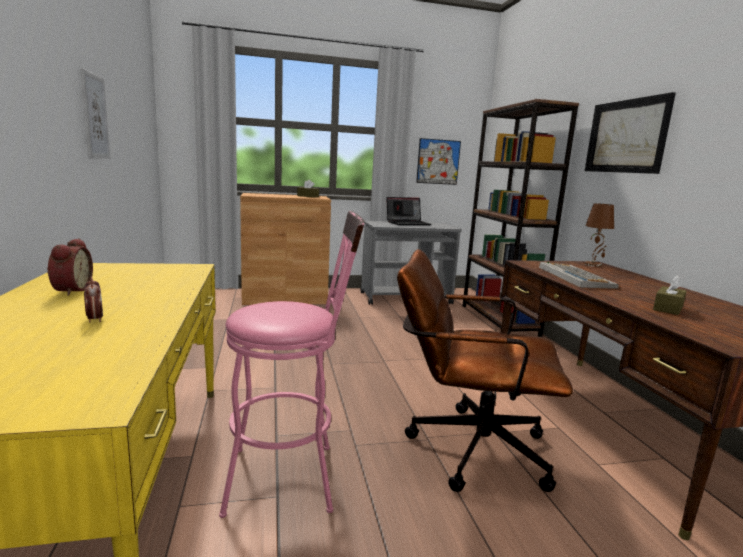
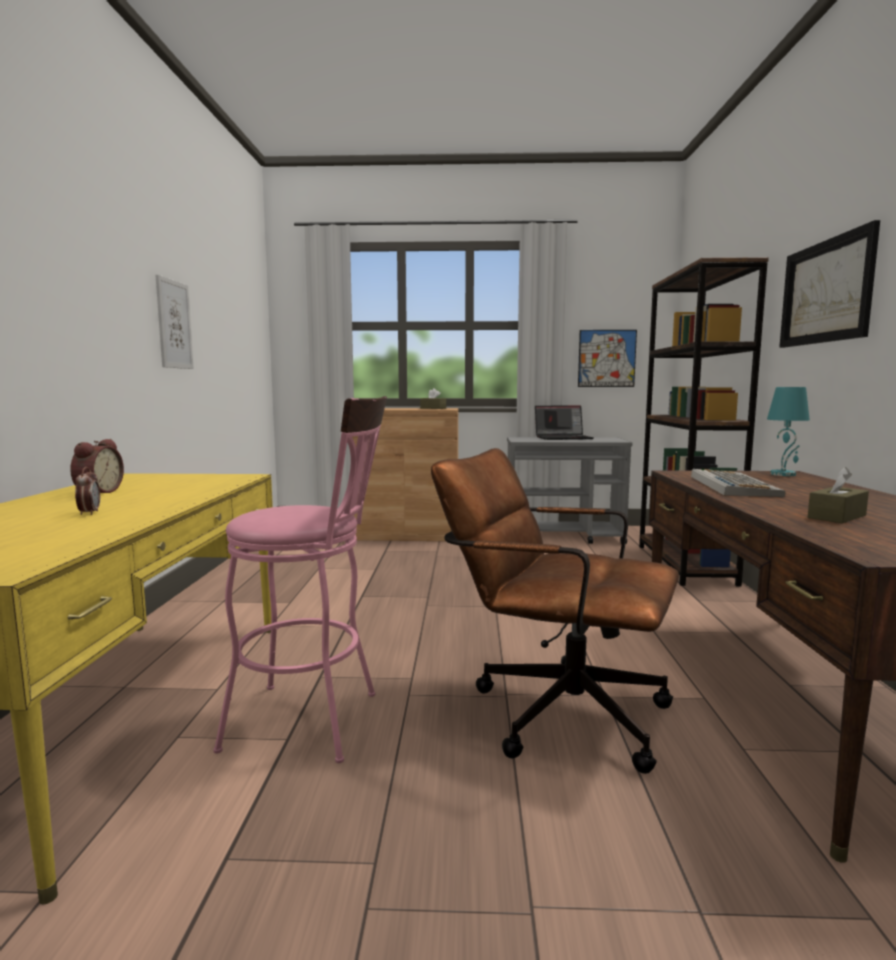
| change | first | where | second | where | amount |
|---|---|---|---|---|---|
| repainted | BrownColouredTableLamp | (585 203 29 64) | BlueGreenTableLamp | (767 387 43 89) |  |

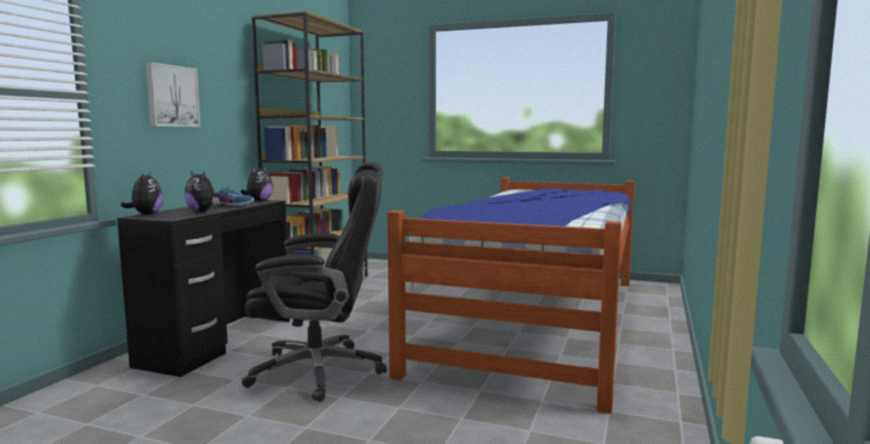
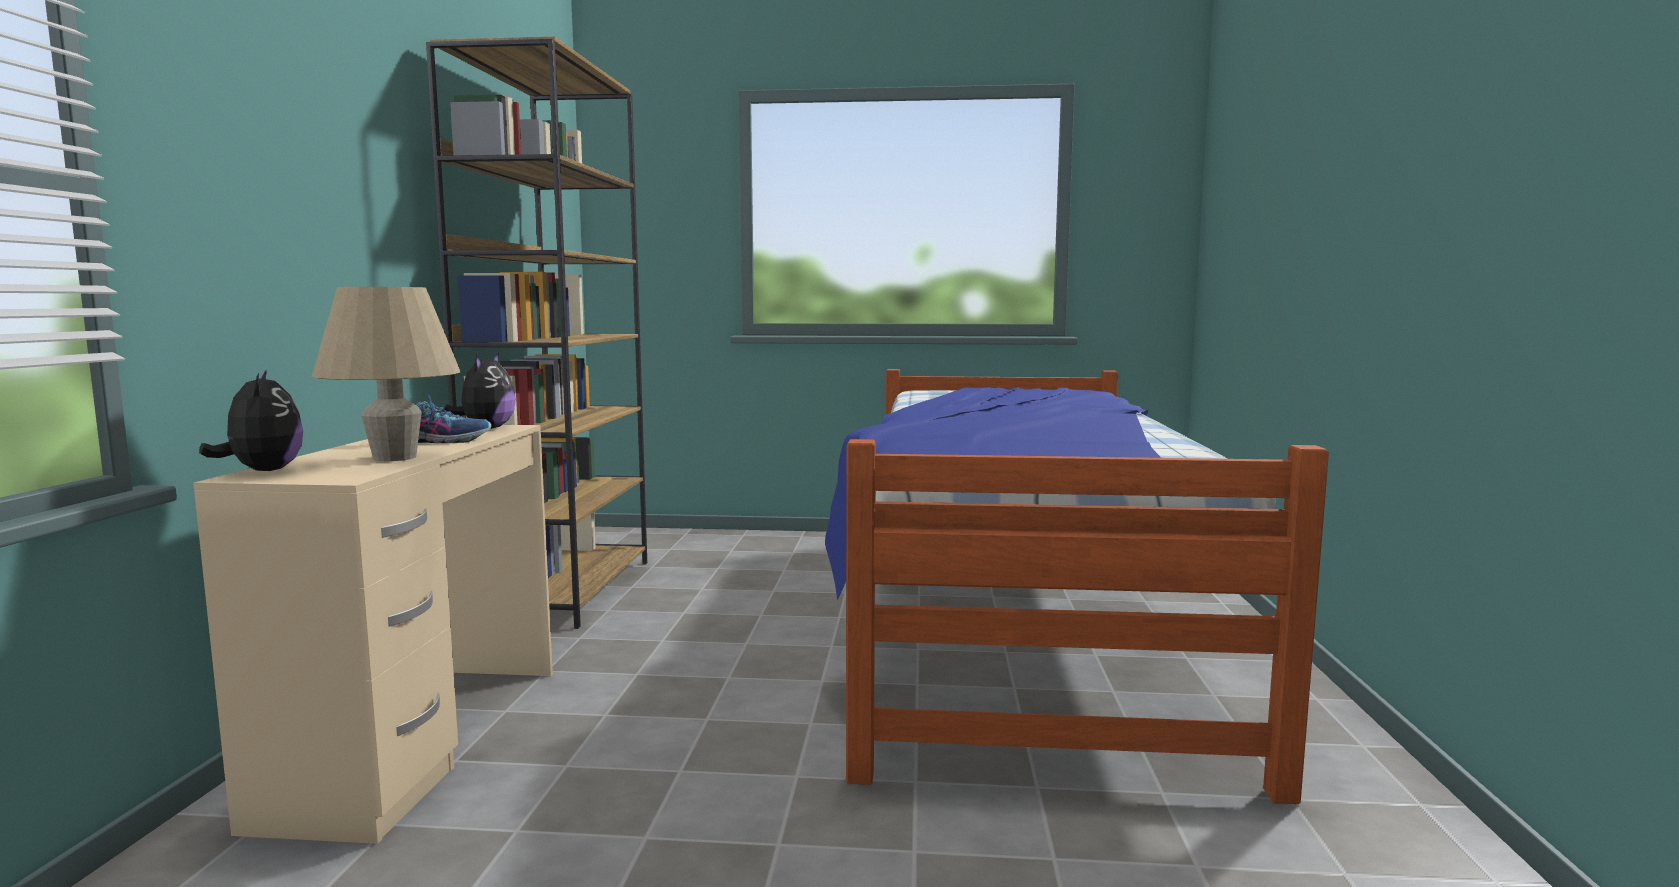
| change | first | where | second | where | amount |
|---|---|---|---|---|---|
| repainted | BlackColouredDeskTable | (117 200 173 177) | BeigeDeskTable | (193 425 360 419) |  |
| swapped | CuddlyToy | (184 171 35 41) | BeigeTableLamp | (312 287 149 174) |  |
| gone | Picture | (145 62 55 65) |  |  |  |
| gone | BlackColouredOfficeChair | (242 161 145 241) |  |  |  |

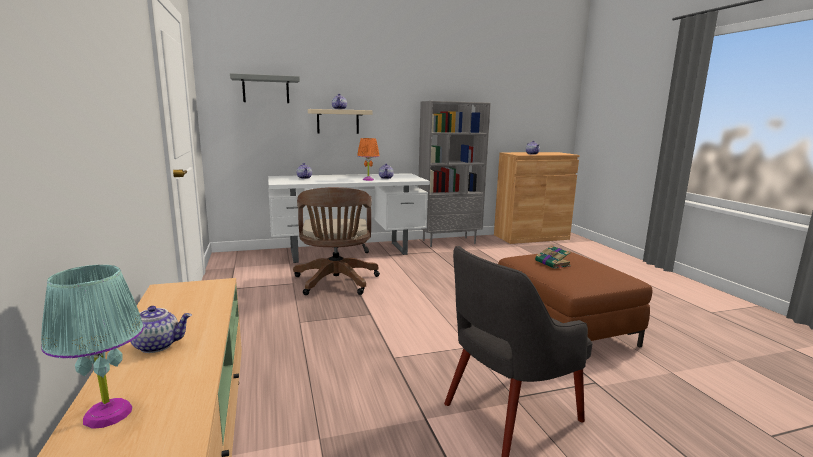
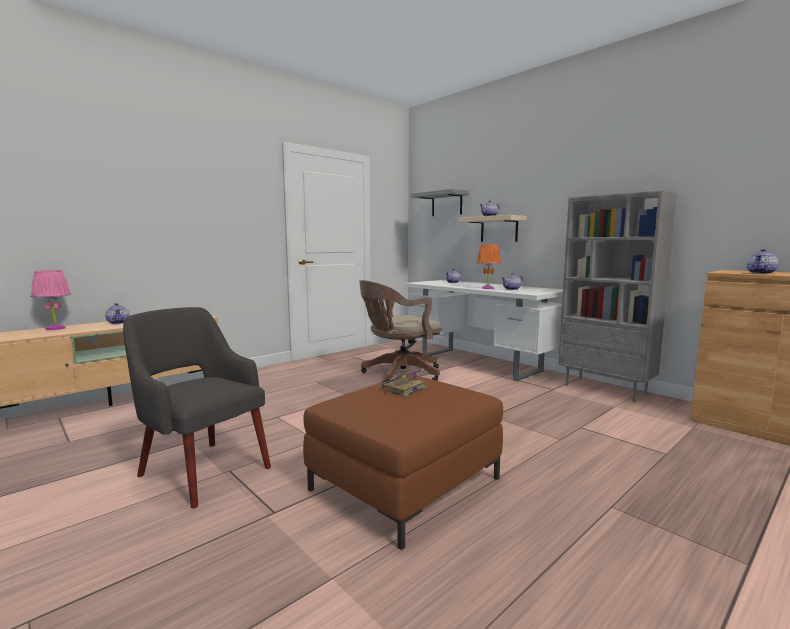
| change | first | where | second | where | amount |
|---|---|---|---|---|---|
| repainted | BlueGreenTableLamp | (41 265 103 164) | PinkishTableLamp | (31 270 40 60) |  |

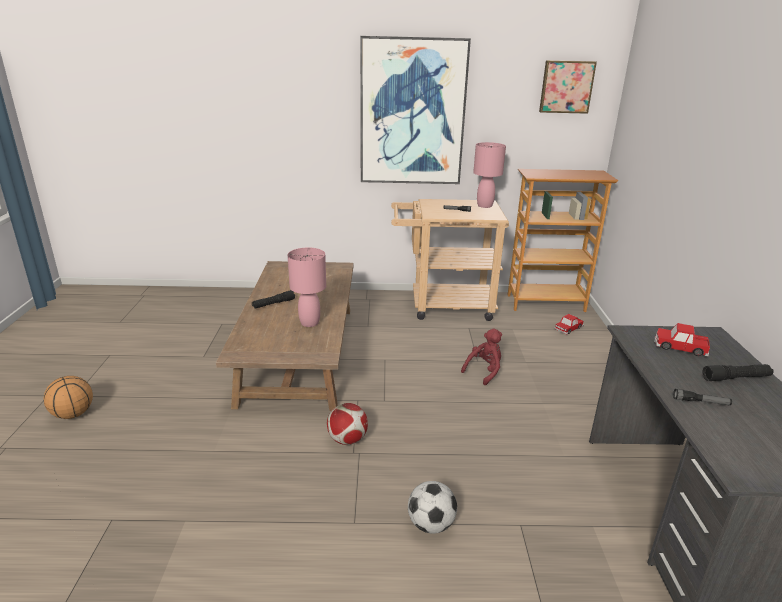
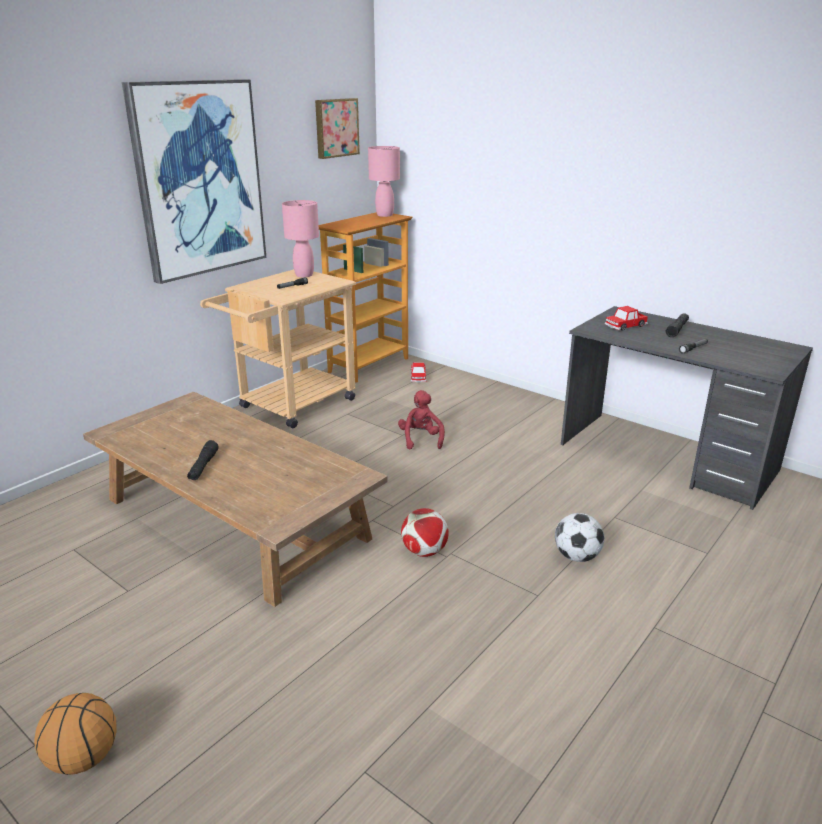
| change | first | where | second | where | amount |
|---|---|---|---|---|---|
| shifted | PinkishTableLamp | (288 248 38 79) |  | (368 146 32 71) |  |

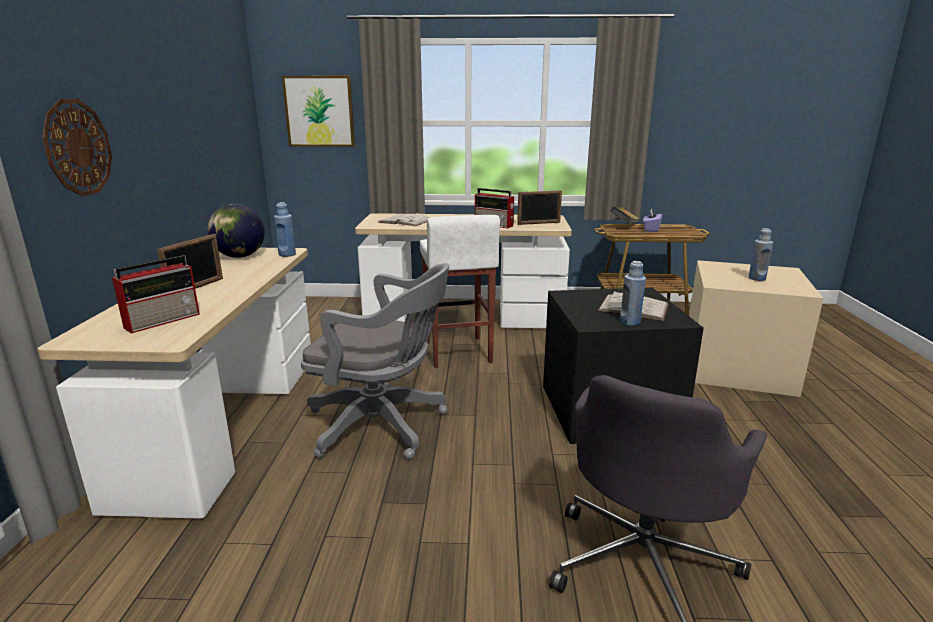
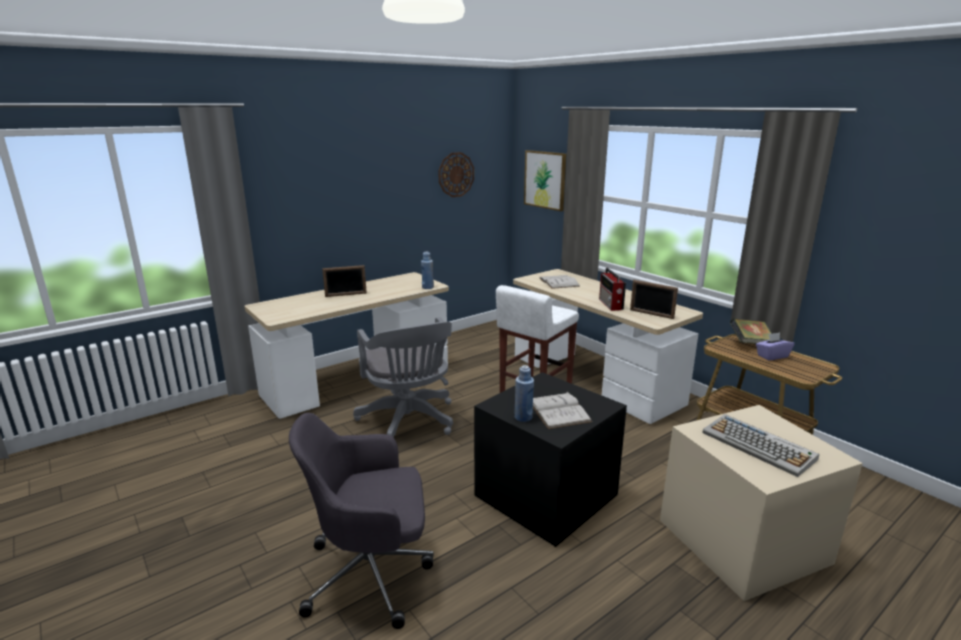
| change | first | where | second | where | amount |
|---|---|---|---|---|---|
| shifted | ClockOnTheWall | (42 99 70 97) |  | (438 152 36 45) |  |
| swapped | BluishDrinkBottle | (748 228 25 53) | PcKeyboard | (702 414 117 63) |  |
| gone | Radio | (112 255 88 78) |  |  |  |
| gone | DeskGlobe | (207 204 58 54) |  |  |  |

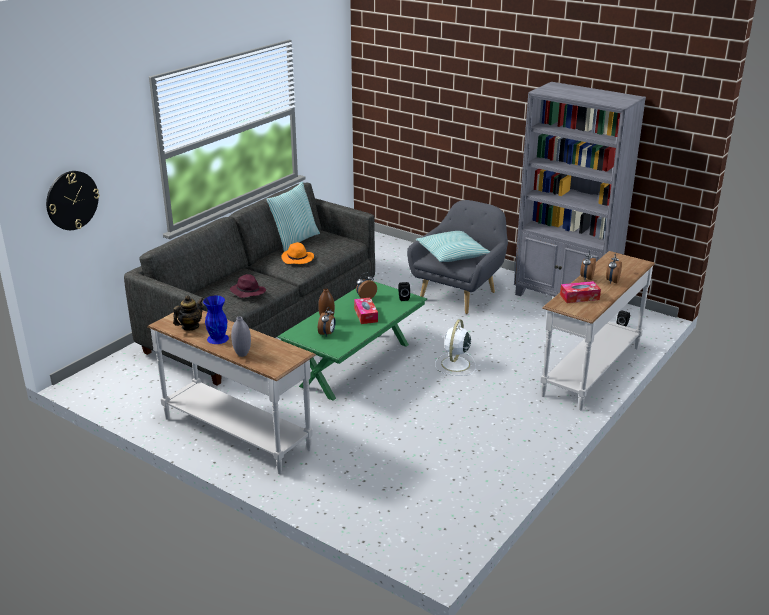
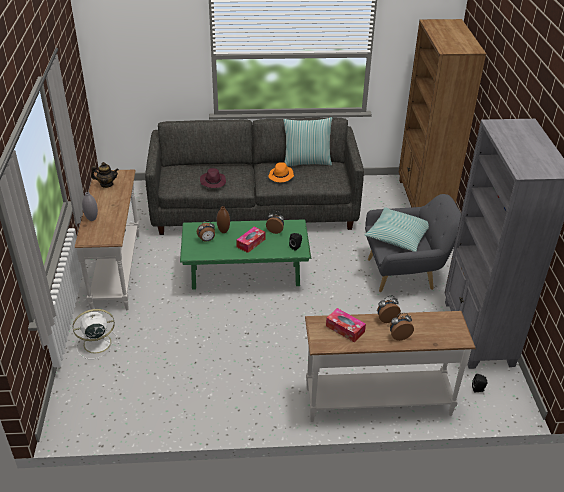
| change | first | where | second | where | amount |
|---|---|---|---|---|---|
| shifted | WhiteColouredFan | (435 319 41 57) |  | (73 309 47 50) |  |
| new |  |  | BrownColouredBookshelf | (399 19 87 188) |  |
| gone | ClockOnTheWall | (46 171 53 59) |  |  |  |
| gone | BluishVase | (203 296 26 48) |  |  |  |

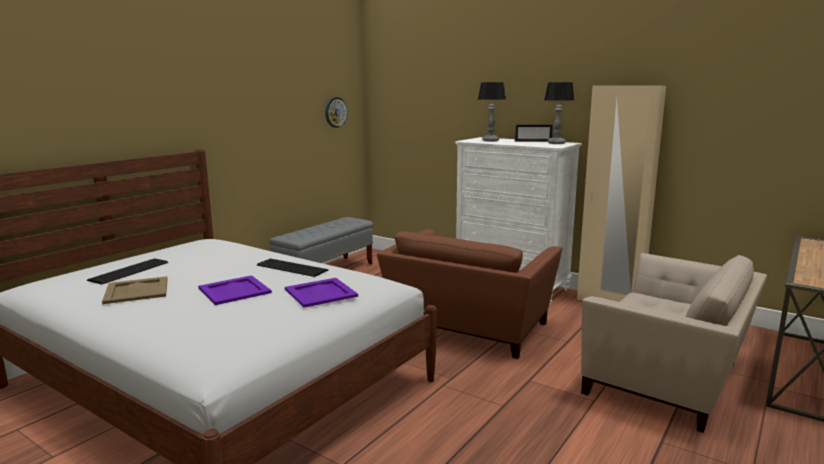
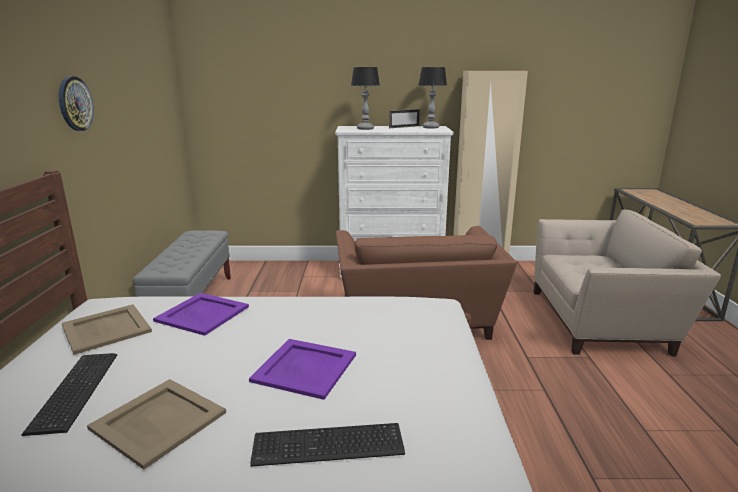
| change | first | where | second | where | amount |
|---|---|---|---|---|---|
| shifted | ClockOnTheWall | (325 97 22 31) |  | (59 76 35 55) |  |
| new |  |  | BeigeServingTray | (62 304 90 51) |  |
| shifted | PurpleServingTray | (285 278 73 30) |  | (153 293 96 43) |  |
| shifted | PcKeyboard | (257 259 72 18) |  | (250 423 155 44) |  |

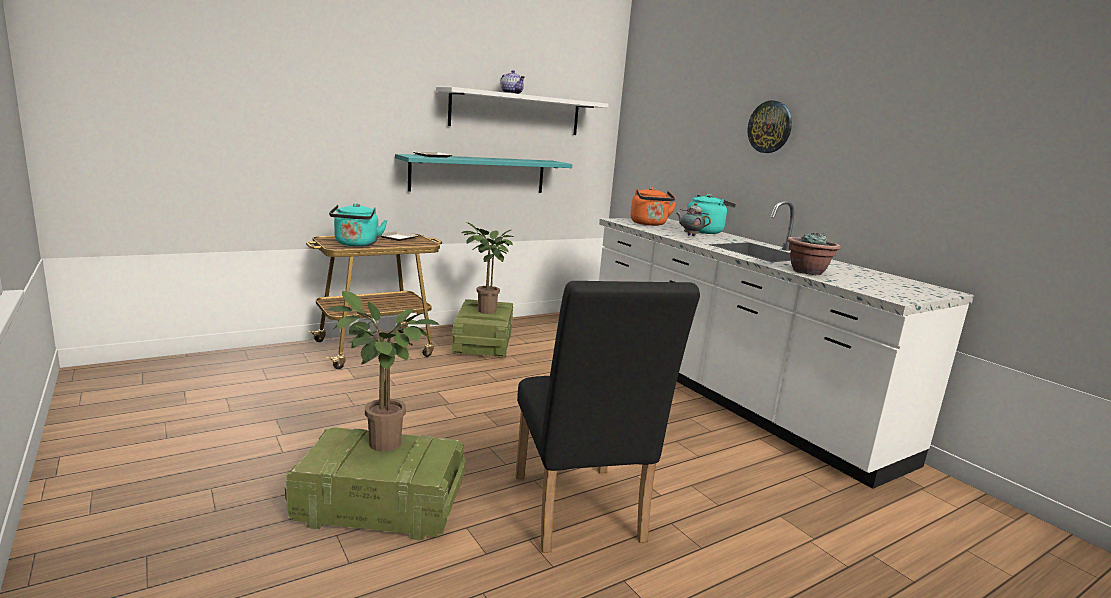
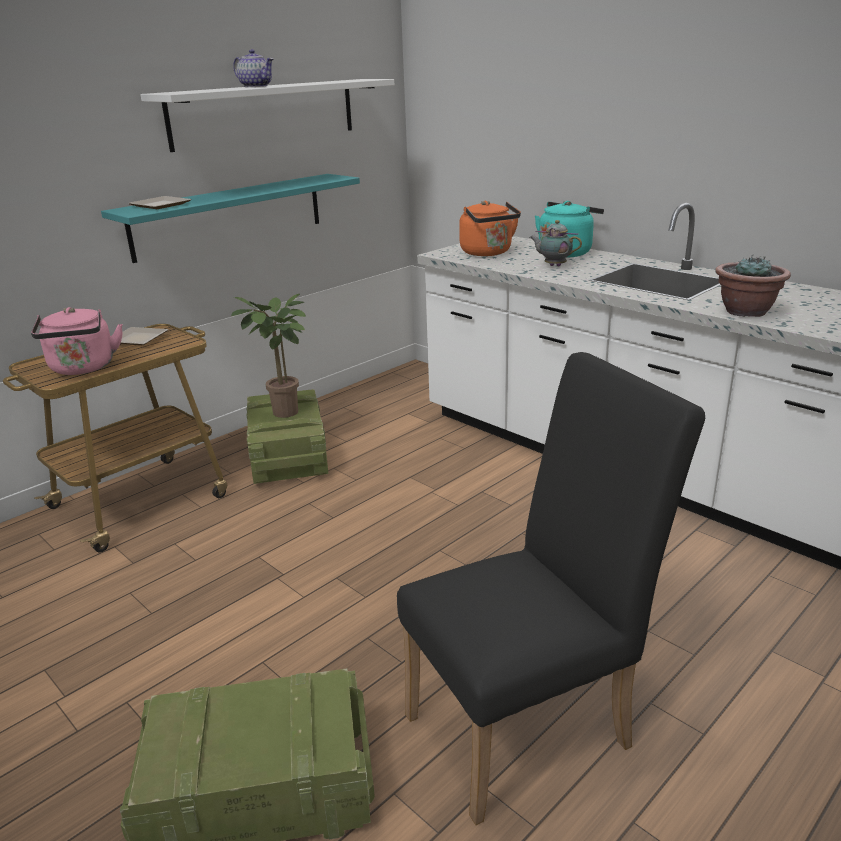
| change | first | where | second | where | amount |
|---|---|---|---|---|---|
| repainted | BlueGreenWaterKettle | (329 203 58 44) | PinkishWaterKettle | (31 307 92 68) |  |
| rotated | BlackColouredChair | (516 281 184 272) |  | (397 352 308 473) | 90 degrees counterclockwise |
| gone | Houseplant | (326 291 113 161) |  |  |  |
| gone | ClockOnTheWall | (747 101 45 52) |  |  |  |

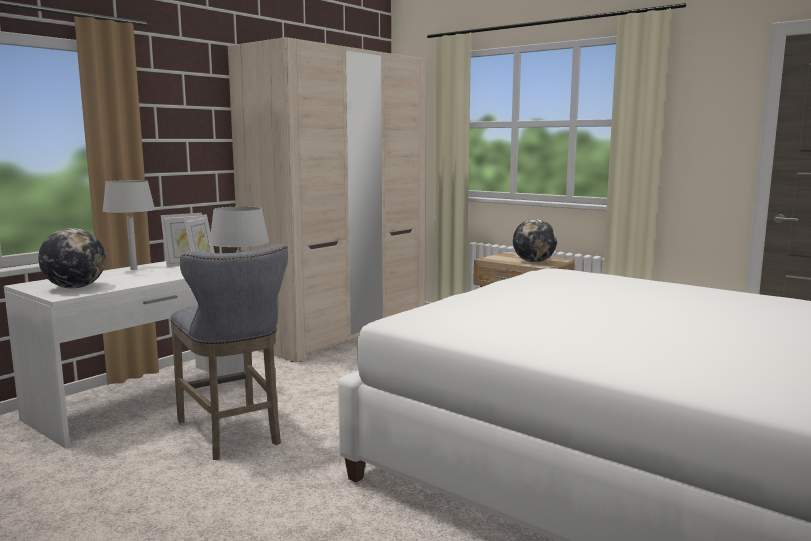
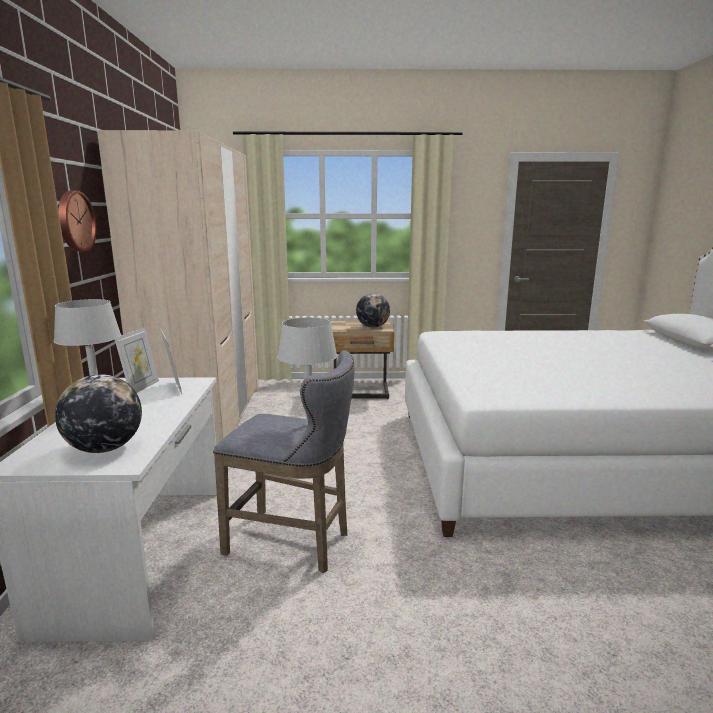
| change | first | where | second | where | amount |
|---|---|---|---|---|---|
| new |  |  | ClockOnTheWall | (58 191 39 61) |  |

